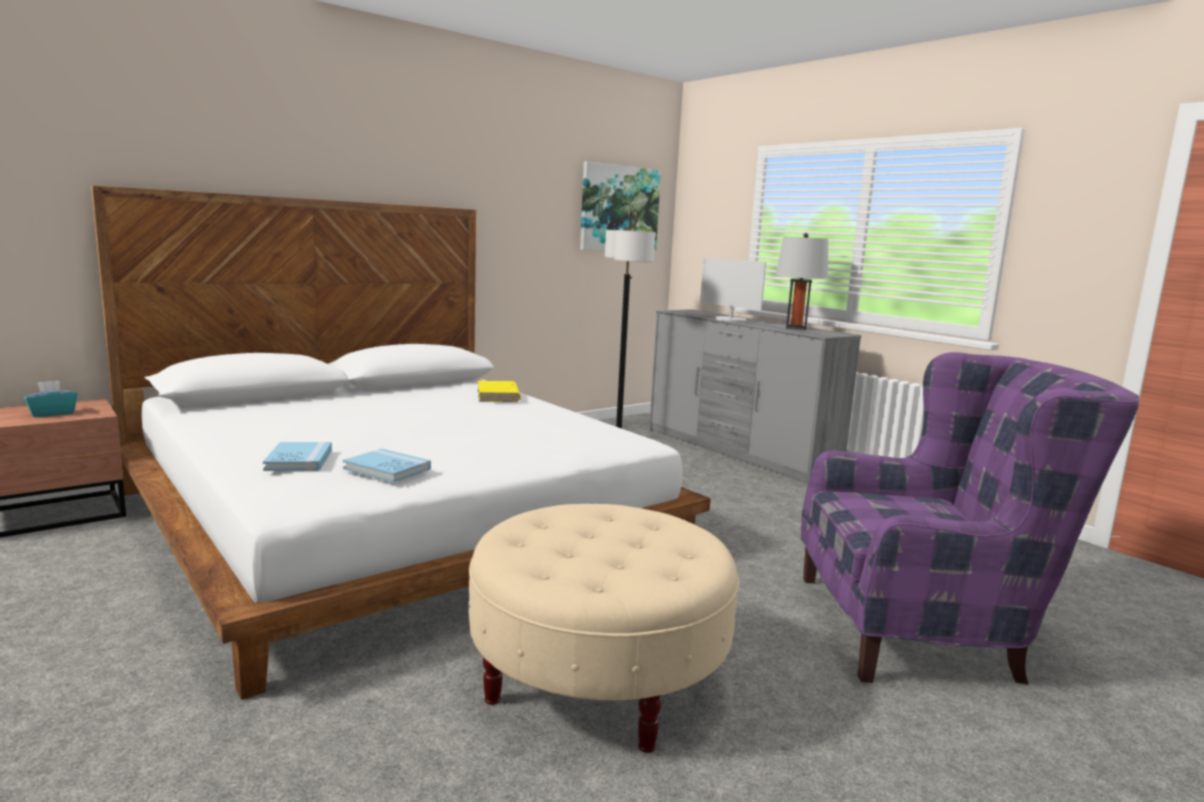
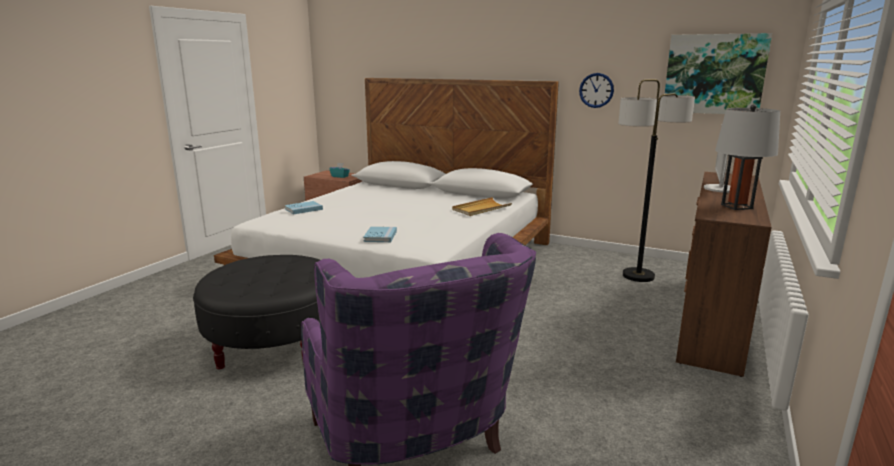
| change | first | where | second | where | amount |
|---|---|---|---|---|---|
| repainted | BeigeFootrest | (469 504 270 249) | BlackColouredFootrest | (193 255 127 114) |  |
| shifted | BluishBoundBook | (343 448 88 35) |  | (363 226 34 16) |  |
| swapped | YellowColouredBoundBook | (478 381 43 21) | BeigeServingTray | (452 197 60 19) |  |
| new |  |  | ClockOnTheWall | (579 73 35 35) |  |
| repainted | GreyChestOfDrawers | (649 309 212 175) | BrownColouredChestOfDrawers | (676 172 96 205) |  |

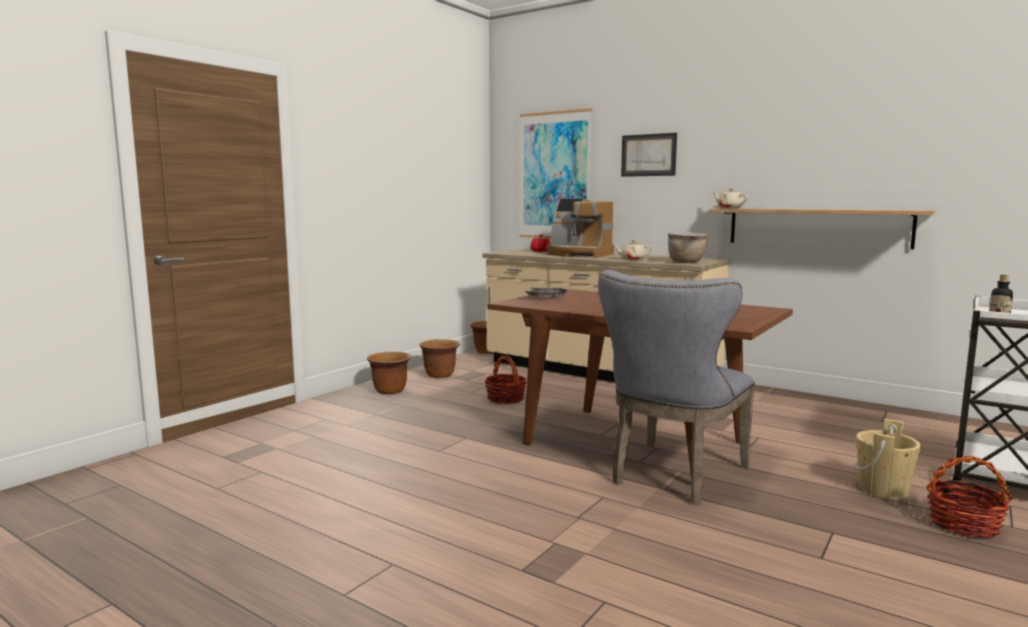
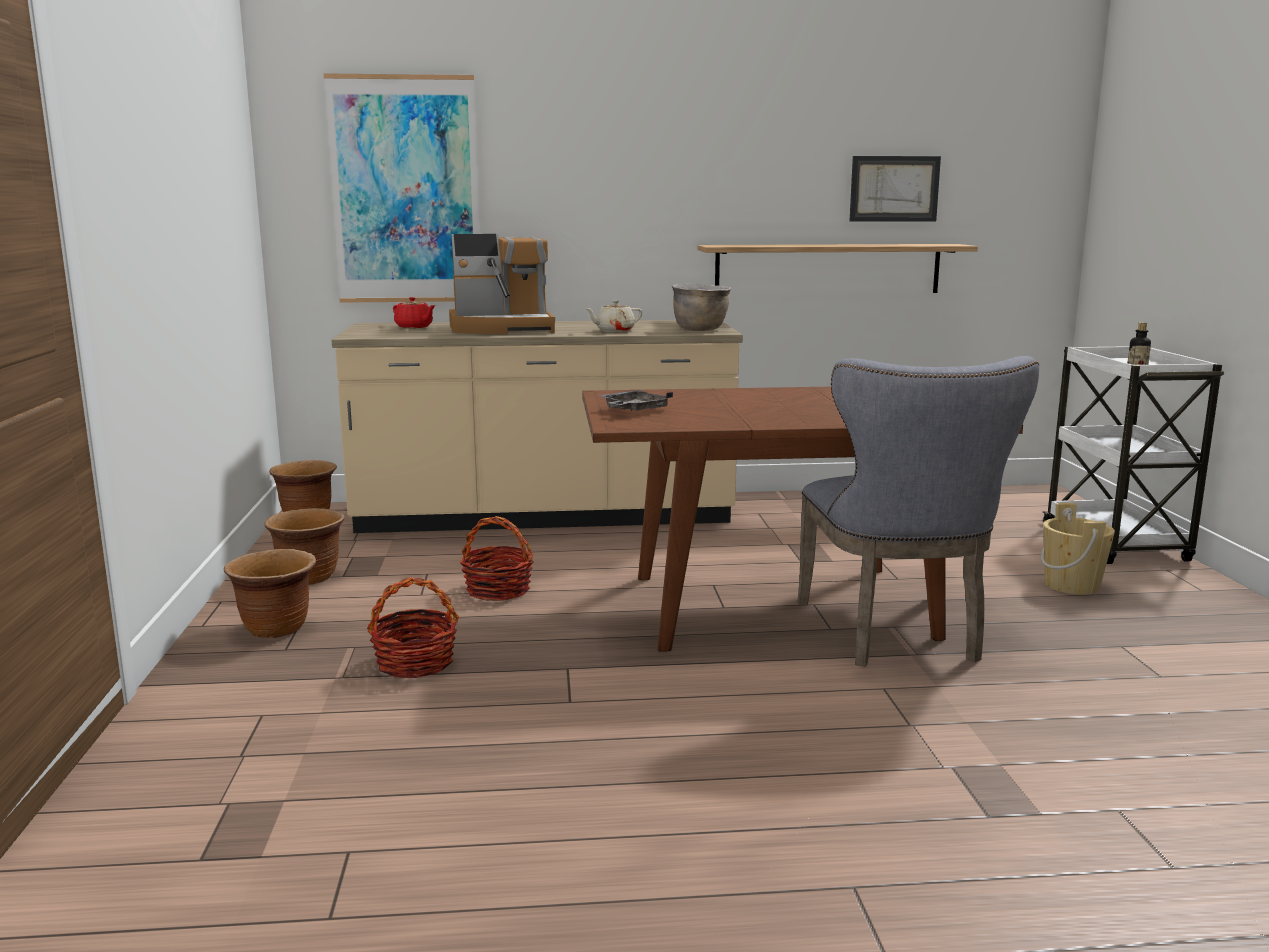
| change | first | where | second | where | amount |
|---|---|---|---|---|---|
| shifted | StorageBasket | (926 456 86 82) |  | (367 577 92 101) |  |
| shifted | Picture | (621 133 56 44) |  | (850 156 91 66) |  |
| gone | BeigeTeapot | (714 188 34 20) |  |  |  |

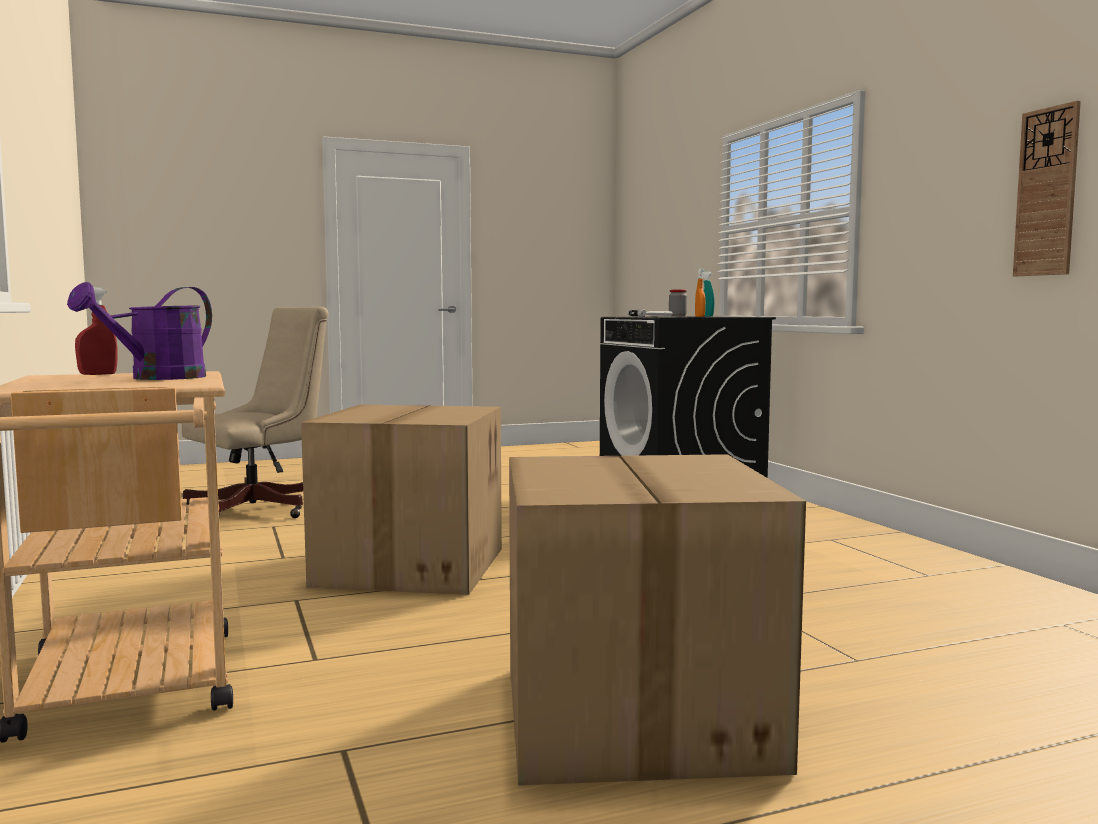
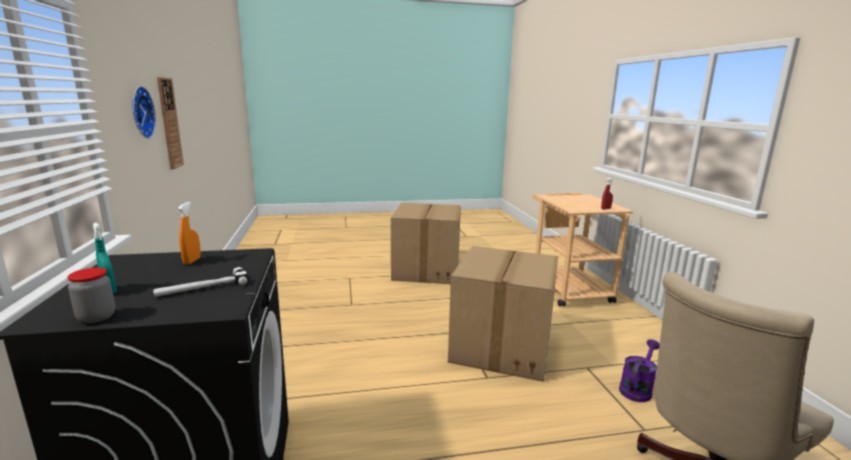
| change | first | where | second | where | amount |
|---|---|---|---|---|---|
| new |  |  | ClockOnTheWall | (132 86 24 53) |  |
| shifted | PurpleSprinklingCan | (67 282 145 98) |  | (619 339 41 63) |  |

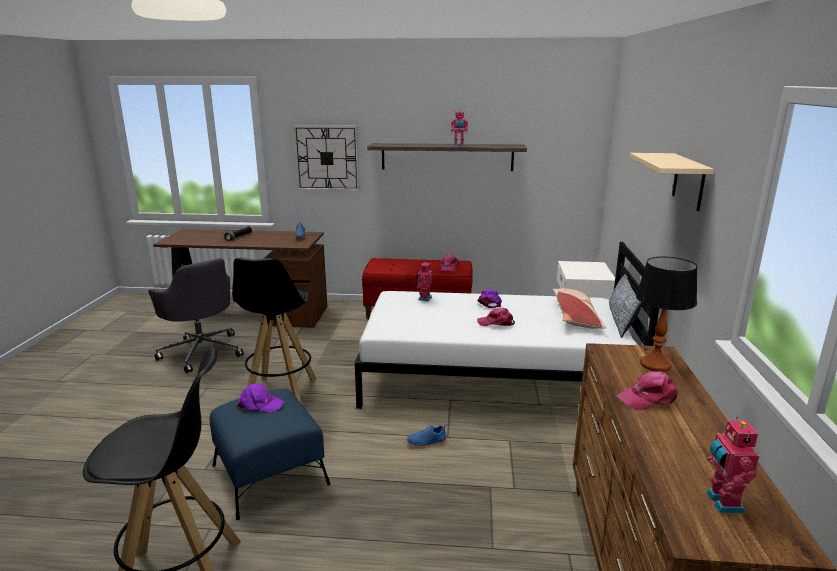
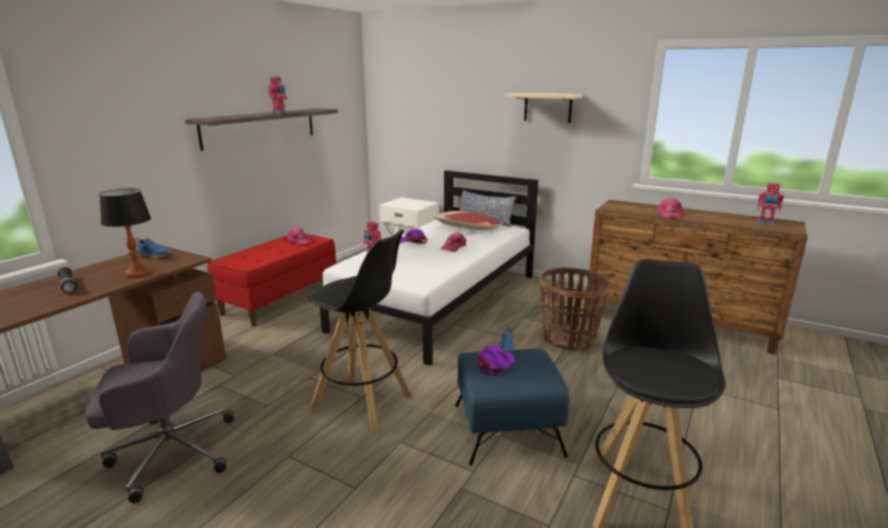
| change | first | where | second | where | amount |
|---|---|---|---|---|---|
| shifted | TableLamp | (636 257 61 115) |  | (99 188 52 90) |  |
| new |  |  | StorageBasket | (540 267 71 85) |  |
| gone | ClockOnTheWall | (293 125 67 66) |  |  |  |

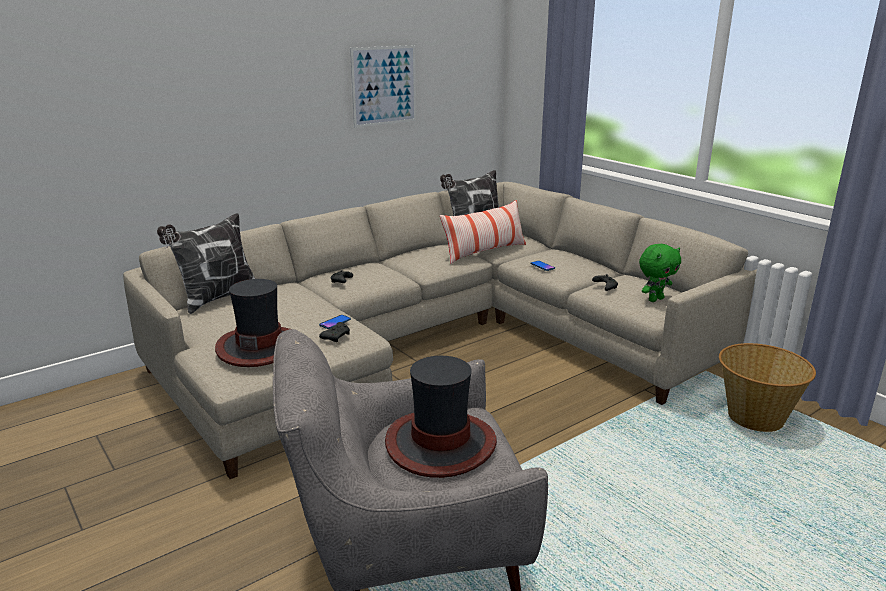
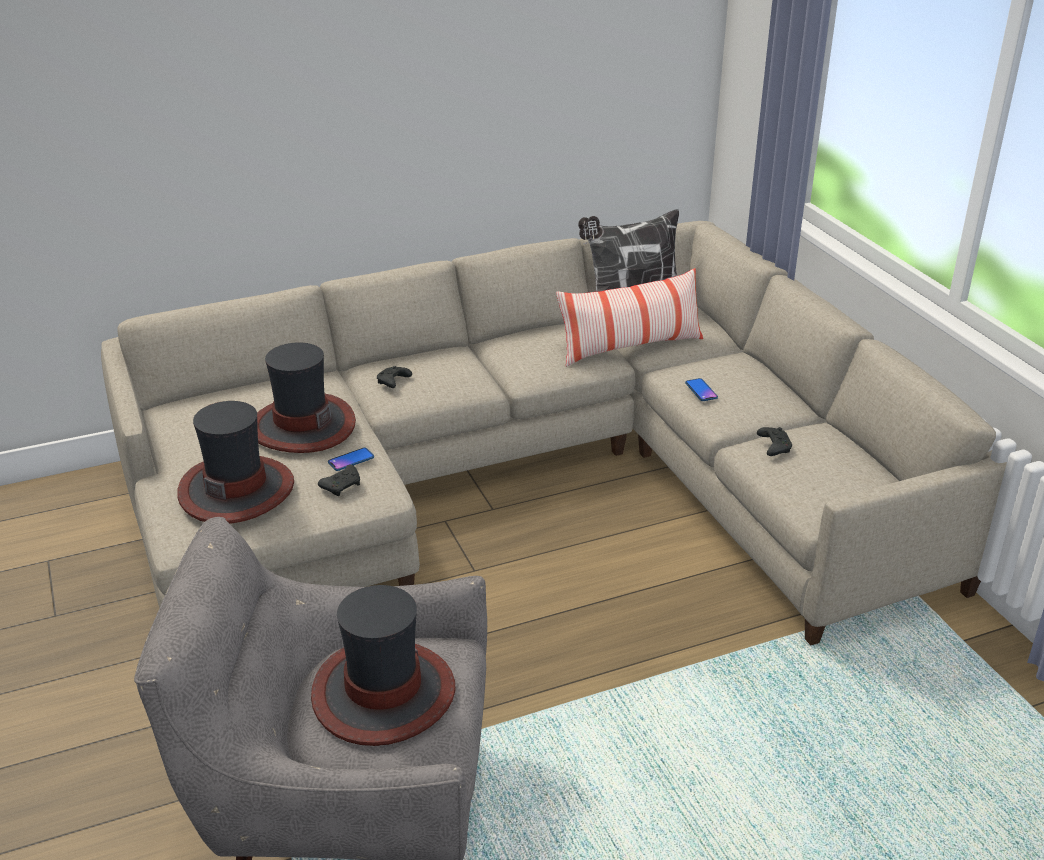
| change | first | where | second | where | amount |
|---|---|---|---|---|---|
| new |  |  | WearableHat | (257 343 99 110) |  |
| gone | Pillow | (157 213 98 101) |  |  |  |
| gone | Picture | (350 45 66 83) |  |  |  |
| gone | GreenCuddlyToy | (639 244 42 58) |  |  |  |
| gone | StorageBasket | (719 343 97 89) |  |  |  |

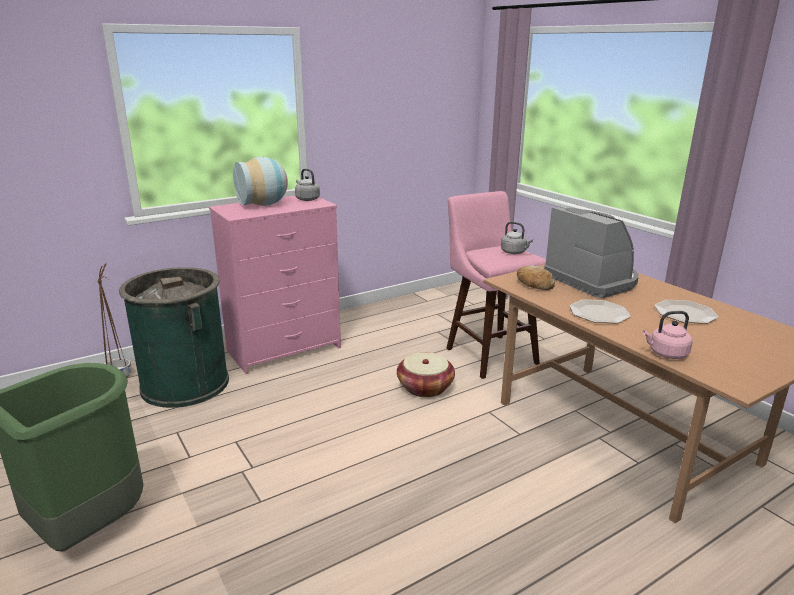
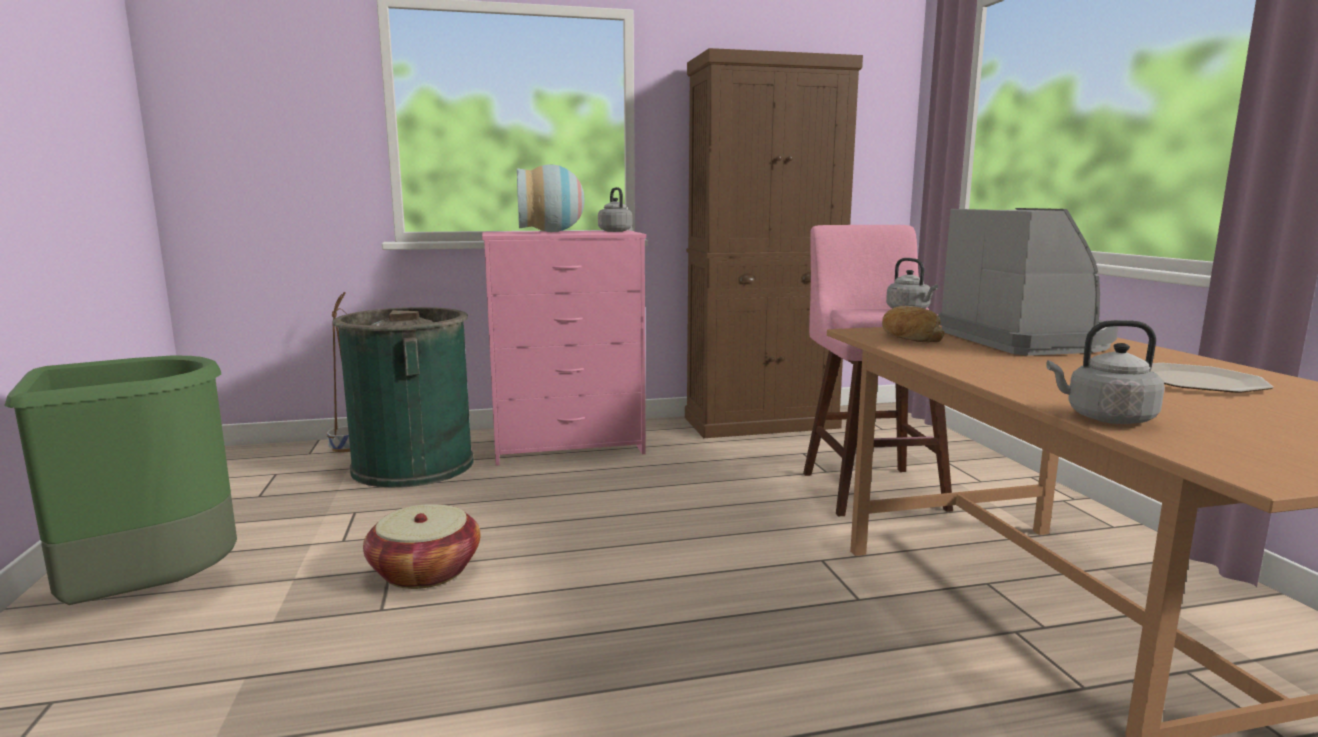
| change | first | where | second | where | amount |
|---|---|---|---|---|---|
| shifted | StorageBasket | (397 353 58 44) |  | (363 504 118 85) |  |
| new |  |  | BrownColouredCabinet | (685 48 178 390) |  |
| repainted | PinkishWaterKettle | (643 311 50 48) | GreyWaterKettle | (1046 320 119 104) |  |
| gone | DinnerPlate | (569 300 62 24) |  |  |  |

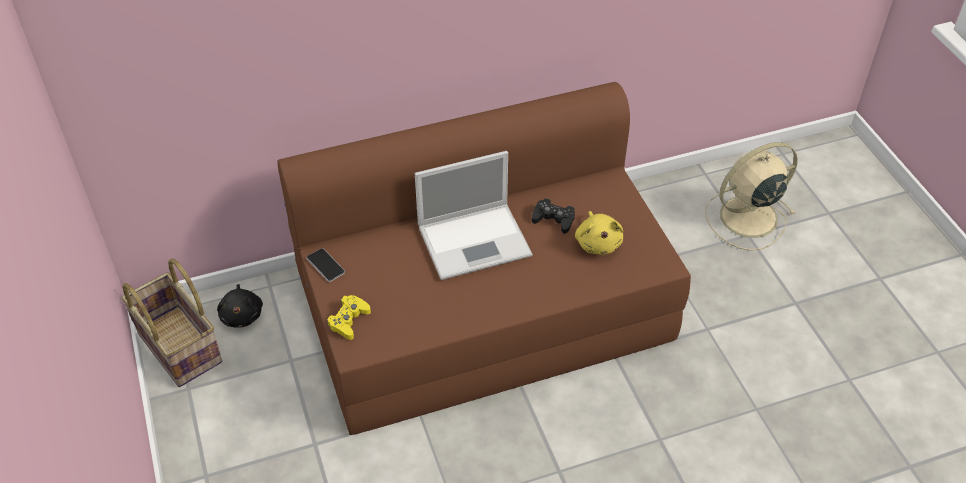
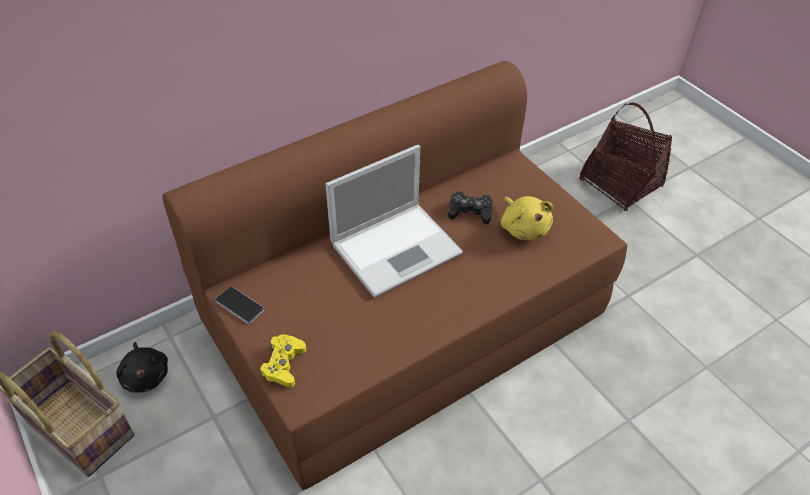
| change | first | where | second | where | amount |
|---|---|---|---|---|---|
| swapped | BeigeFan | (705 142 93 109) | StorageBasket | (579 102 93 109) |  |

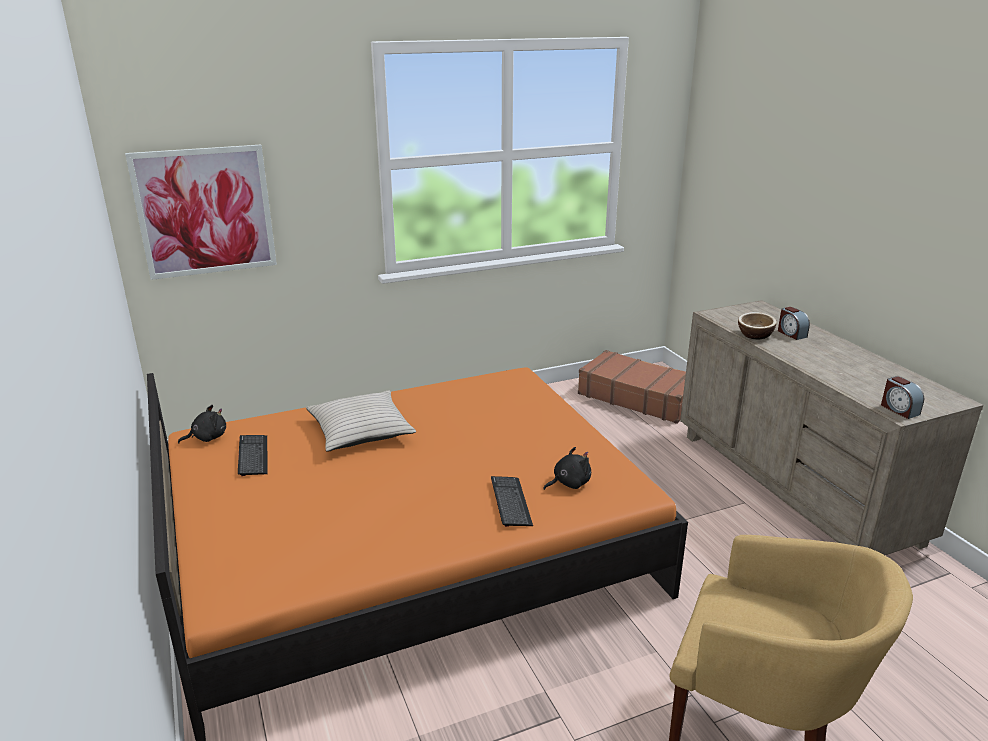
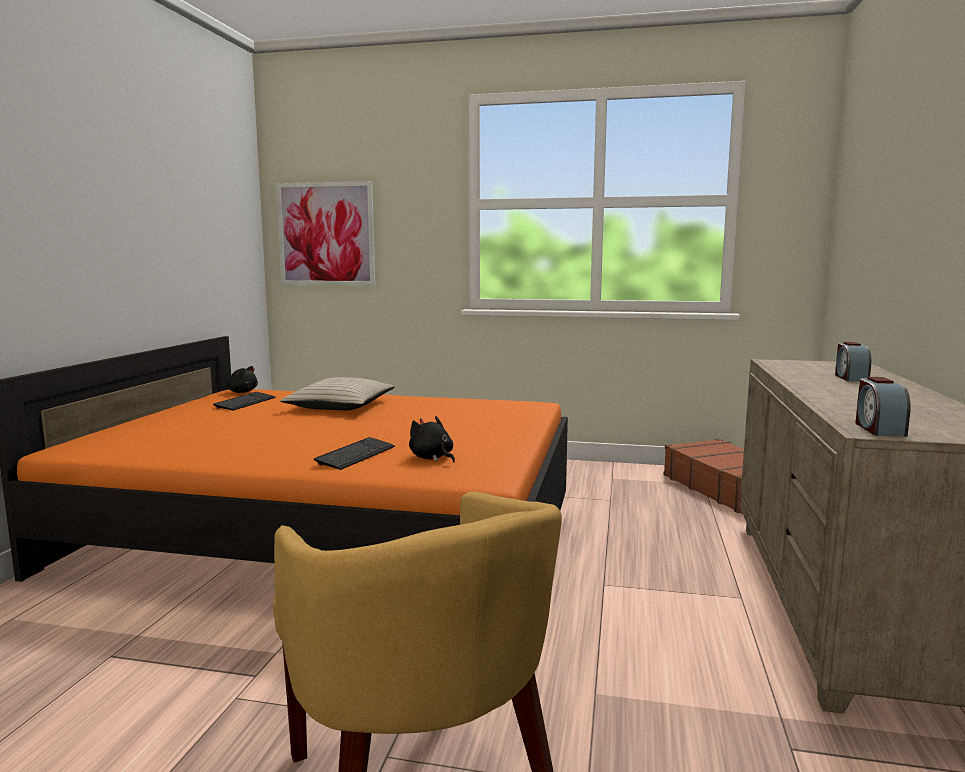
| change | first | where | second | where | amount |
|---|---|---|---|---|---|
| rotated | BlackColouredCuddlyToy | (544 447 47 43) |  | (409 416 46 47) | 135 degrees counterclockwise |
| gone | DeepDish | (738 312 39 28) |  |  |  |

